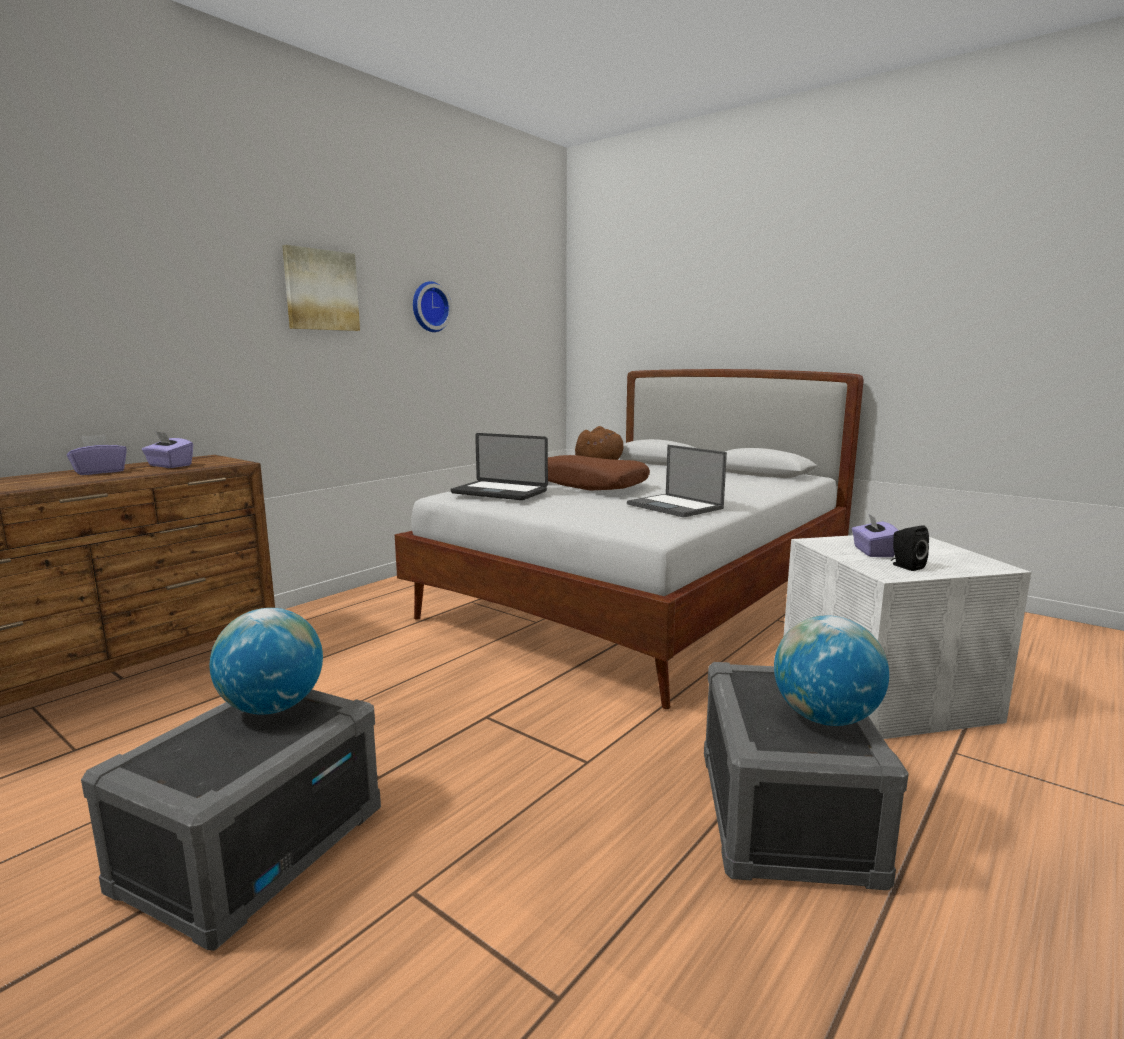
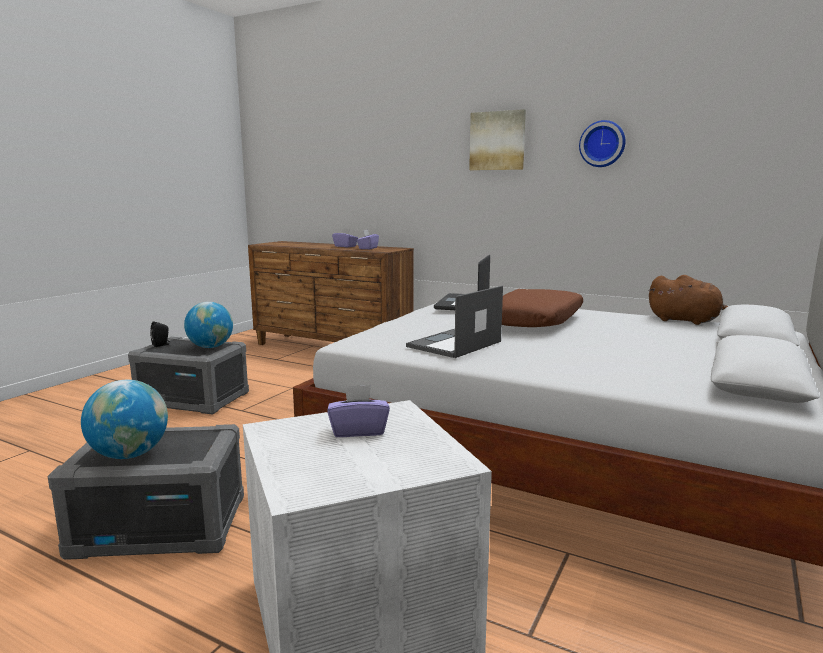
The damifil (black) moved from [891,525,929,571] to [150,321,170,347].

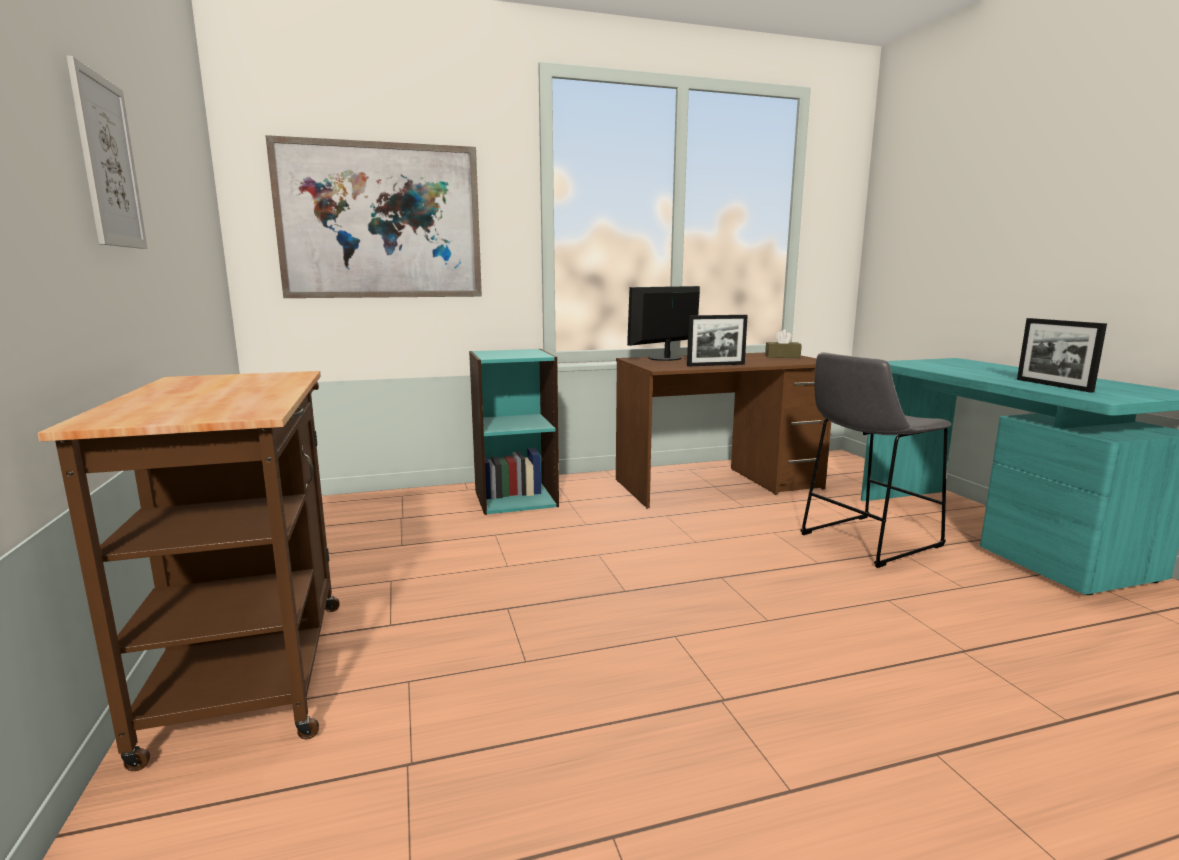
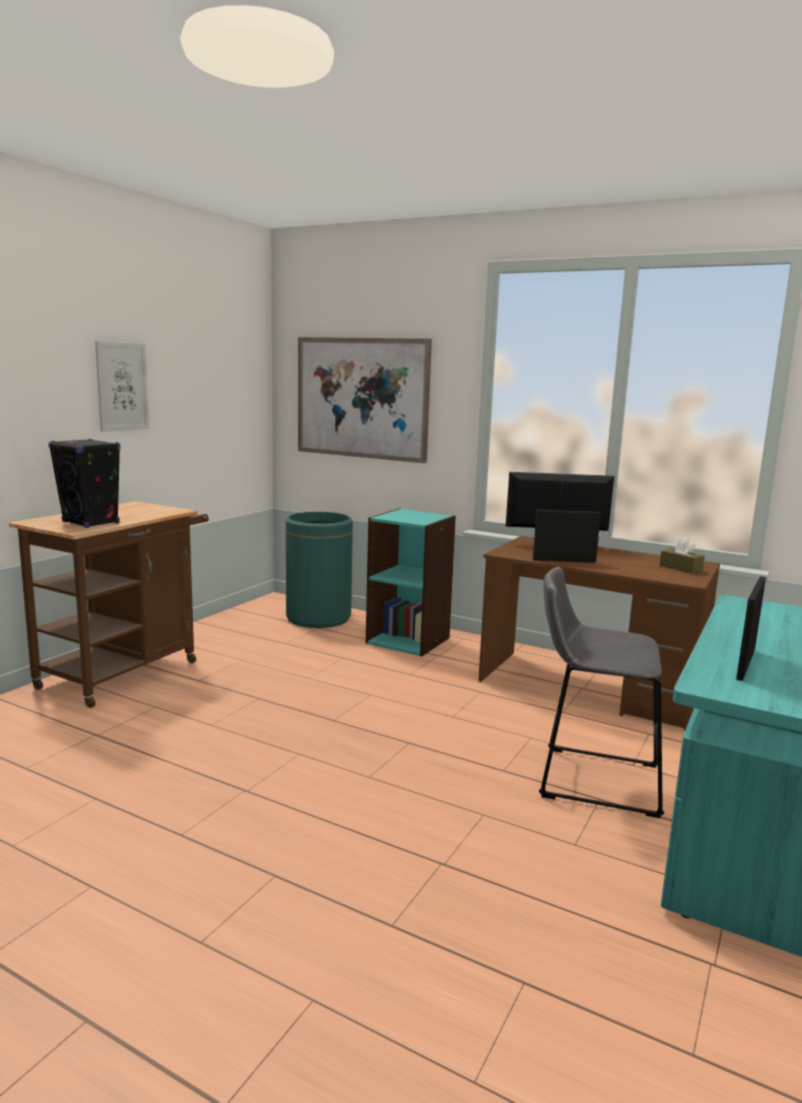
The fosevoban at [687,315,748,366] turned 150 degrees clockwise.
The damifil (black) at [48,439,120,528] appeared.
The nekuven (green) at [286,512,353,628] appeared.

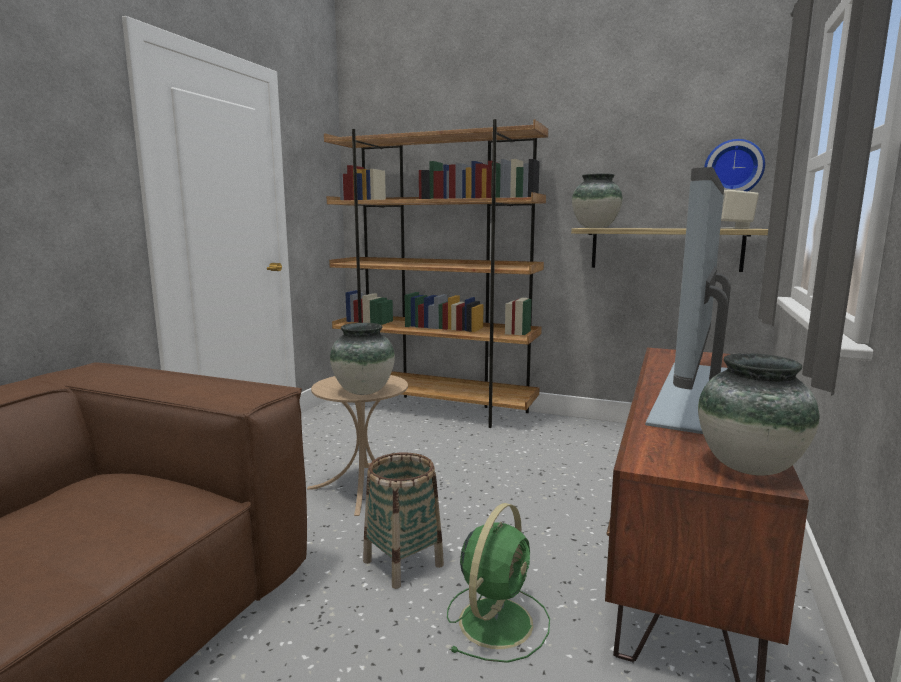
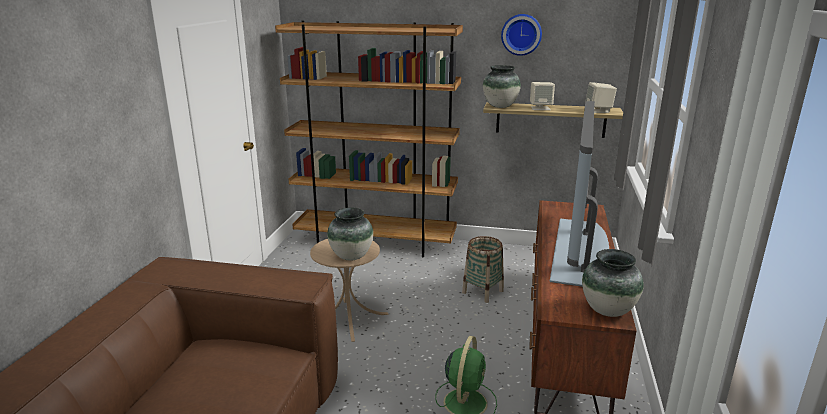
The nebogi moved from [363,453,444,589] to [462,236,504,303].
The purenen moved from [704,139,765,191] to [501,14,542,56].
The damifil (beige) at [530,82,555,110] appeared.

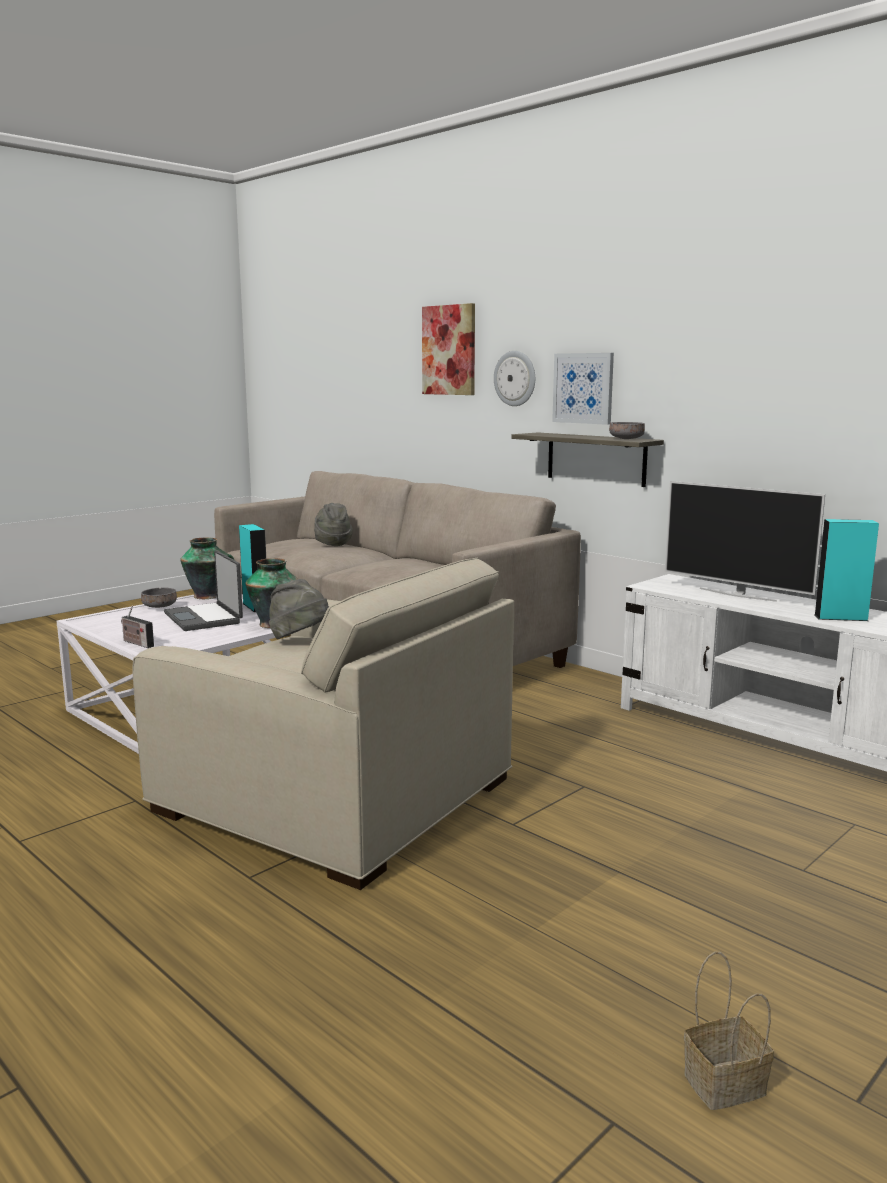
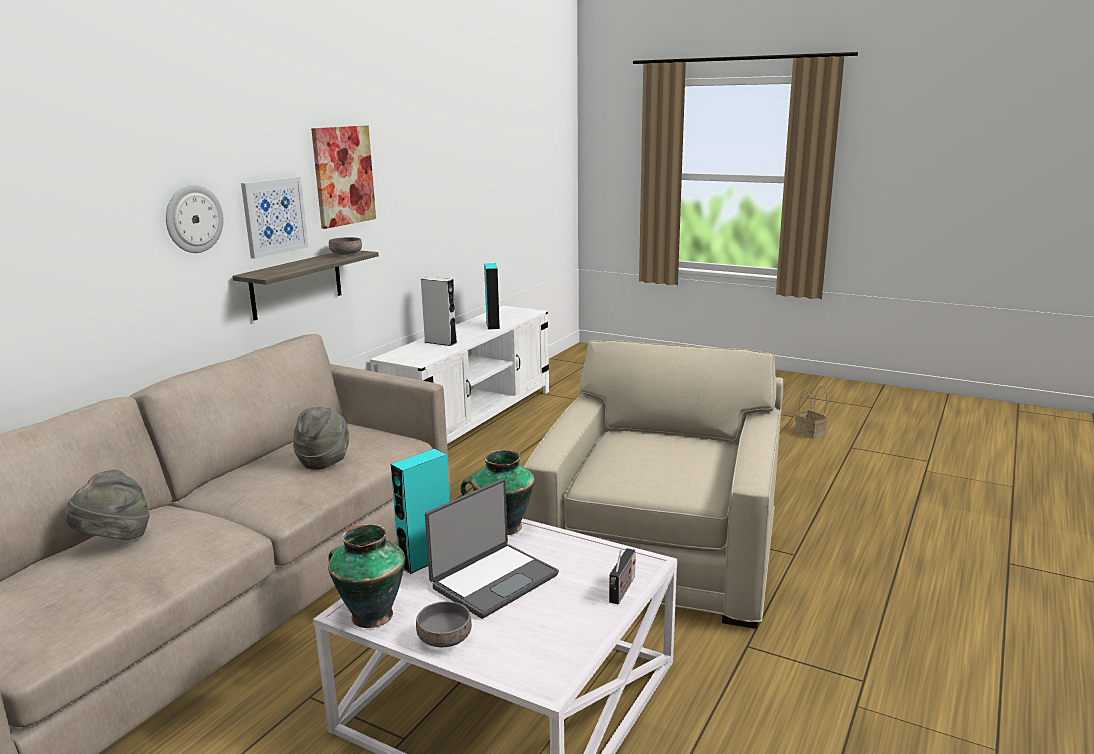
The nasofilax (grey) moved from [269,579,329,639] to [293,407,349,470].
The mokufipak moved from [422,303,475,395] to [311,126,376,229].
The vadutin at [665,481,825,602] was replaced by the damifil (grey) at [421,277,457,346].

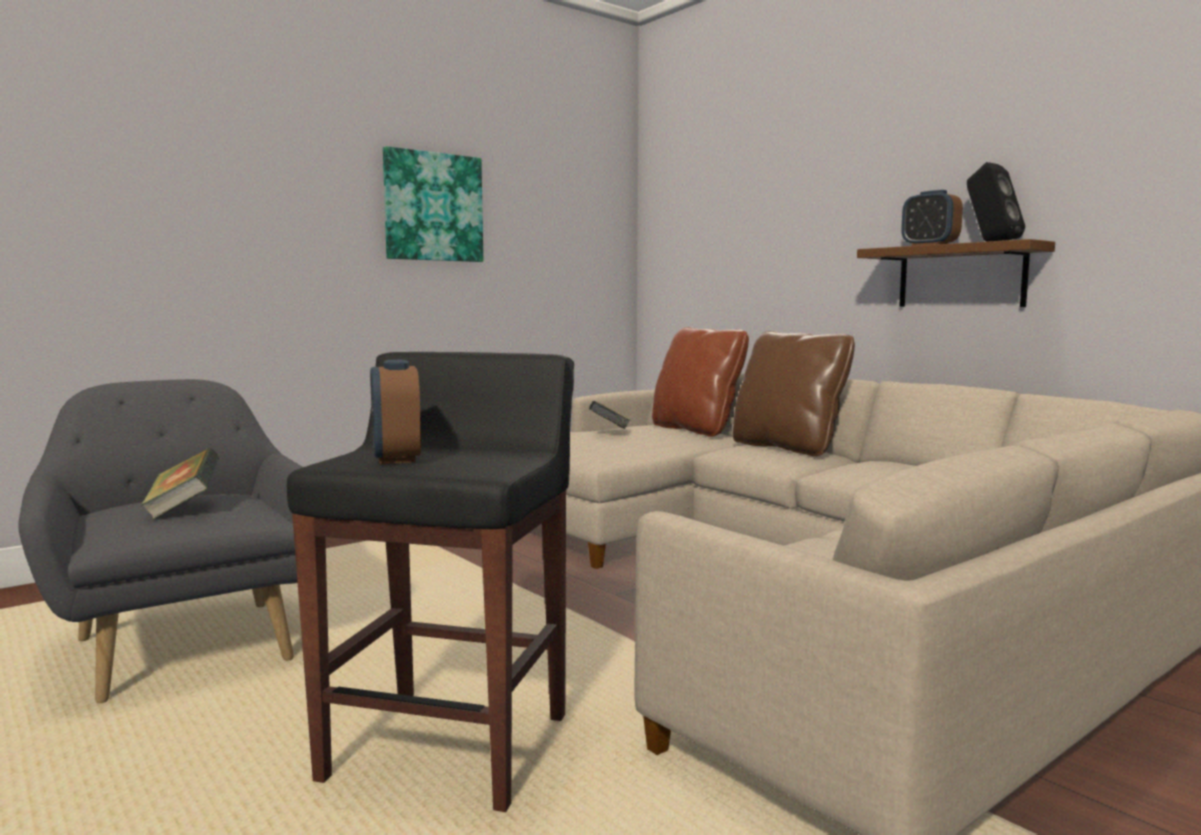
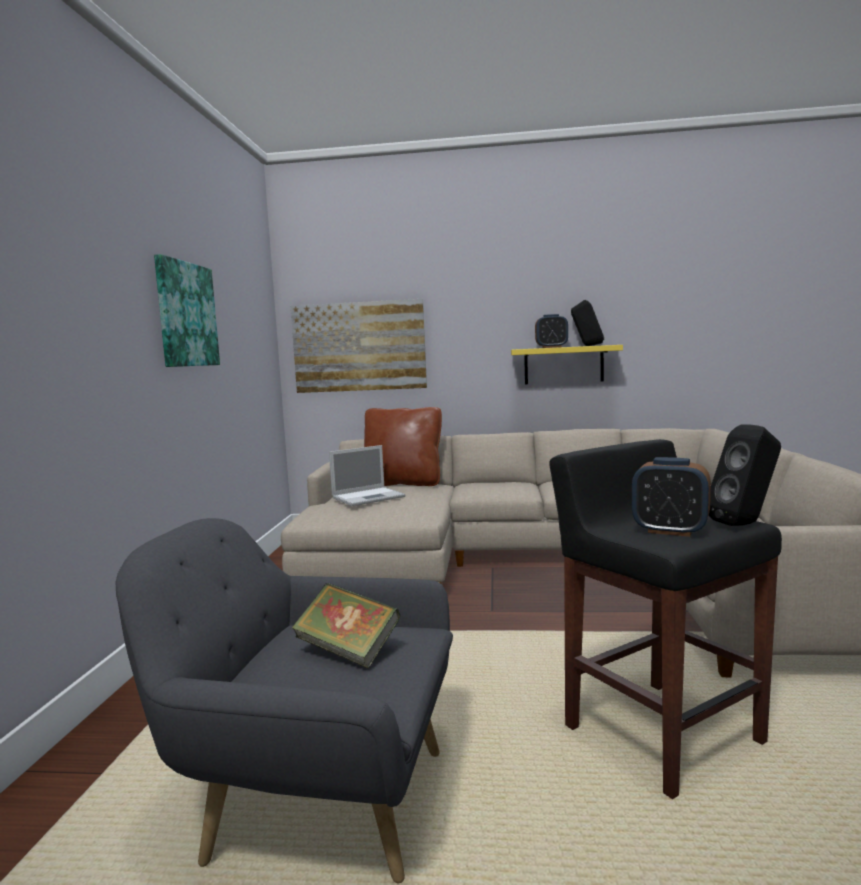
The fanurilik at [589,401,630,429] was replaced by the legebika at [329,445,405,506].
The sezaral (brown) at [733,331,855,456] disappeared.
The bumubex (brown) at [857,239,1055,307] became the bumubex (yellow) at [511,345,623,384].
The mokufipak at [291,299,427,393] appeared.
The damifil (black) at [709,424,781,526] appeared.

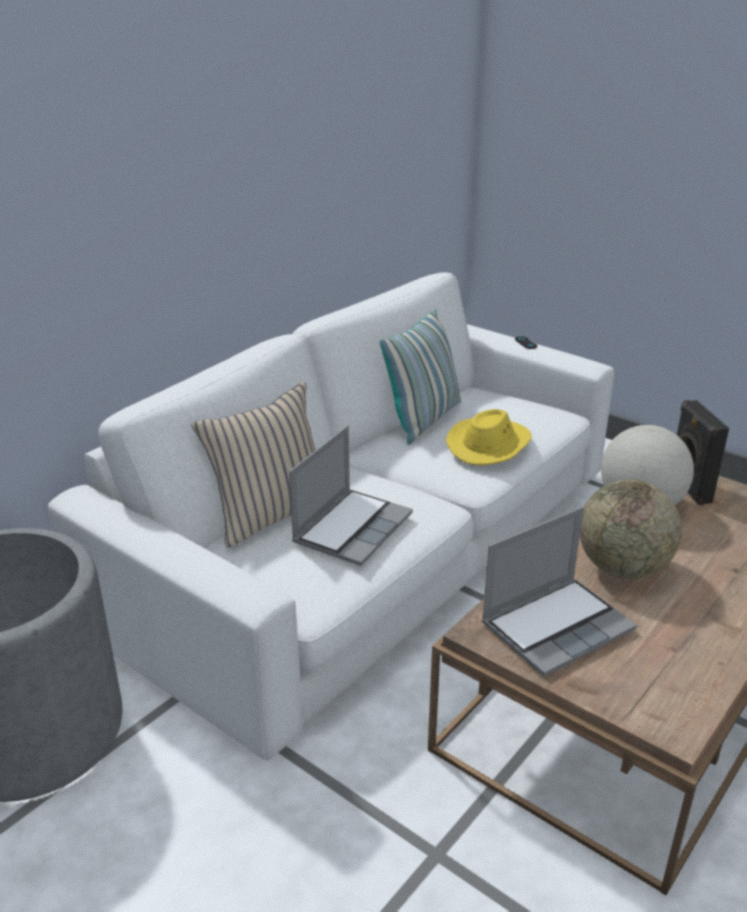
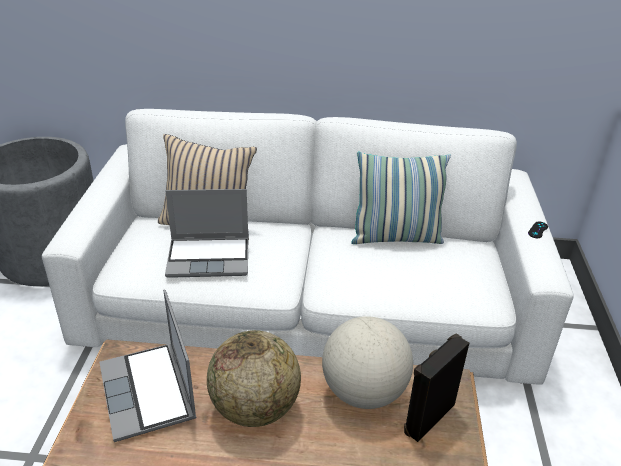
The nasofilax (yellow) at [446,409,531,465] disappeared.
The legebika at [482,507,637,677] turned 45 degrees clockwise.

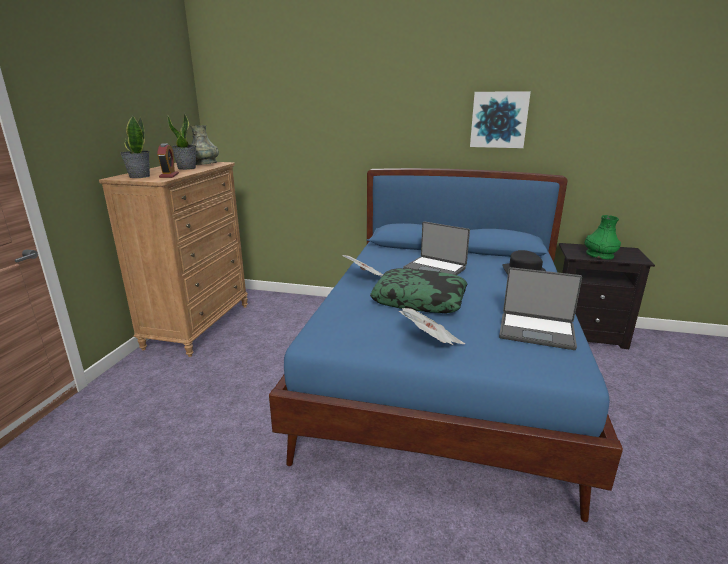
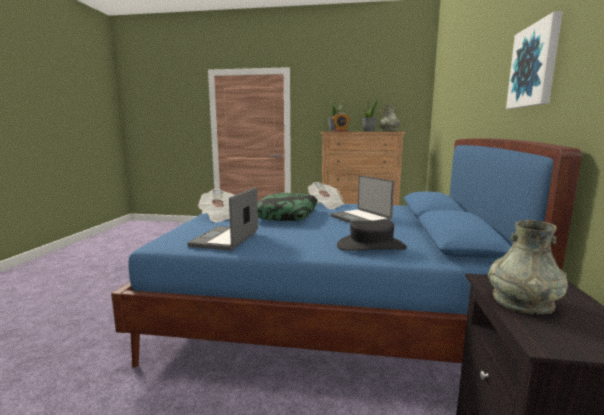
The legebika at [403,221,470,275] turned 60 degrees counterclockwise.
The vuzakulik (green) at [585,215,621,260] became the vuzakulik (grey) at [488,220,568,315].

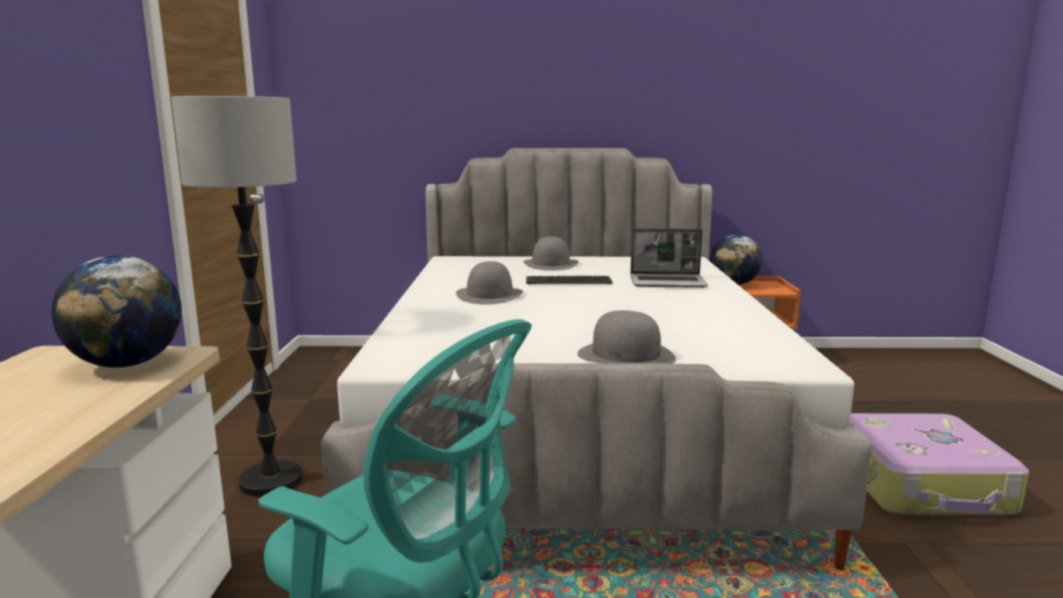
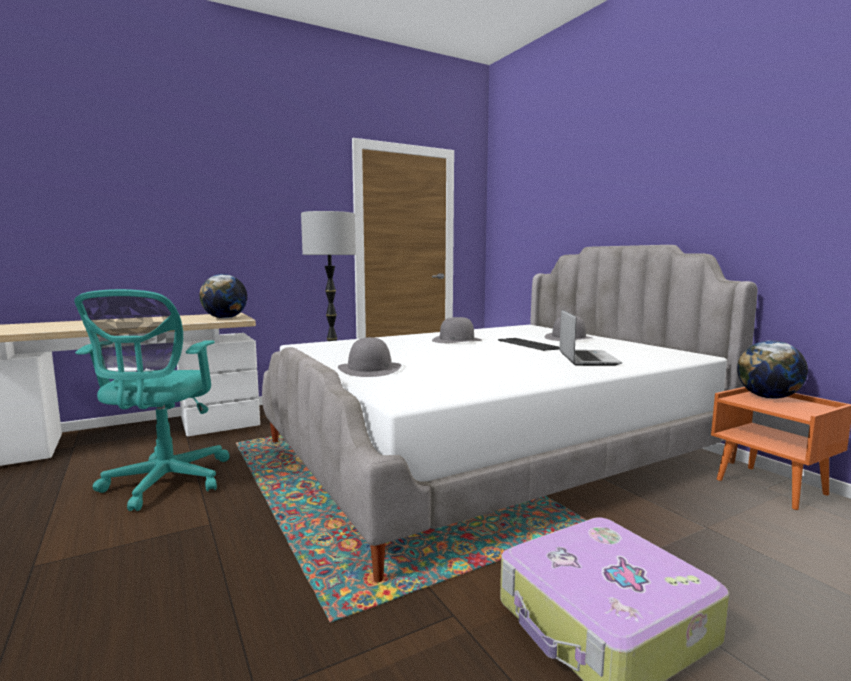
The legebika at [630,229,708,288] turned 150 degrees counterclockwise.

